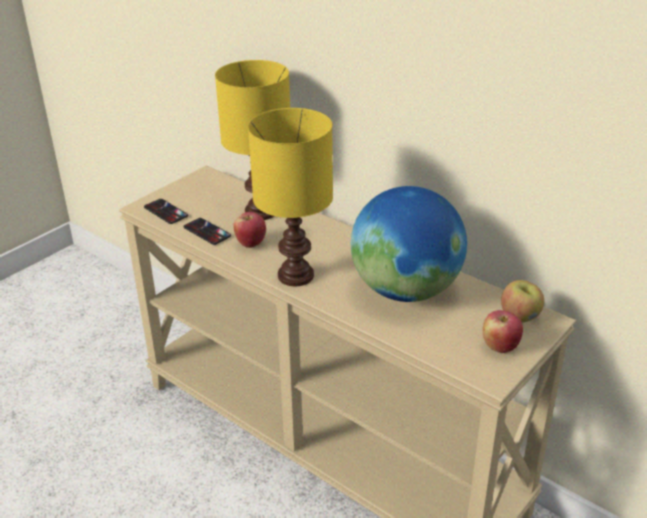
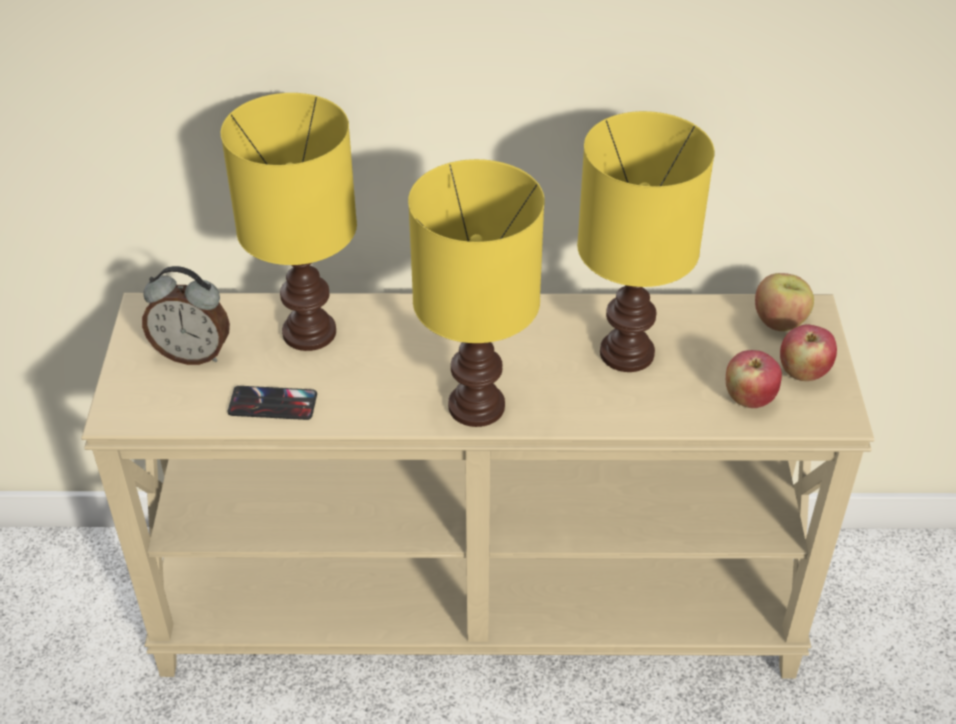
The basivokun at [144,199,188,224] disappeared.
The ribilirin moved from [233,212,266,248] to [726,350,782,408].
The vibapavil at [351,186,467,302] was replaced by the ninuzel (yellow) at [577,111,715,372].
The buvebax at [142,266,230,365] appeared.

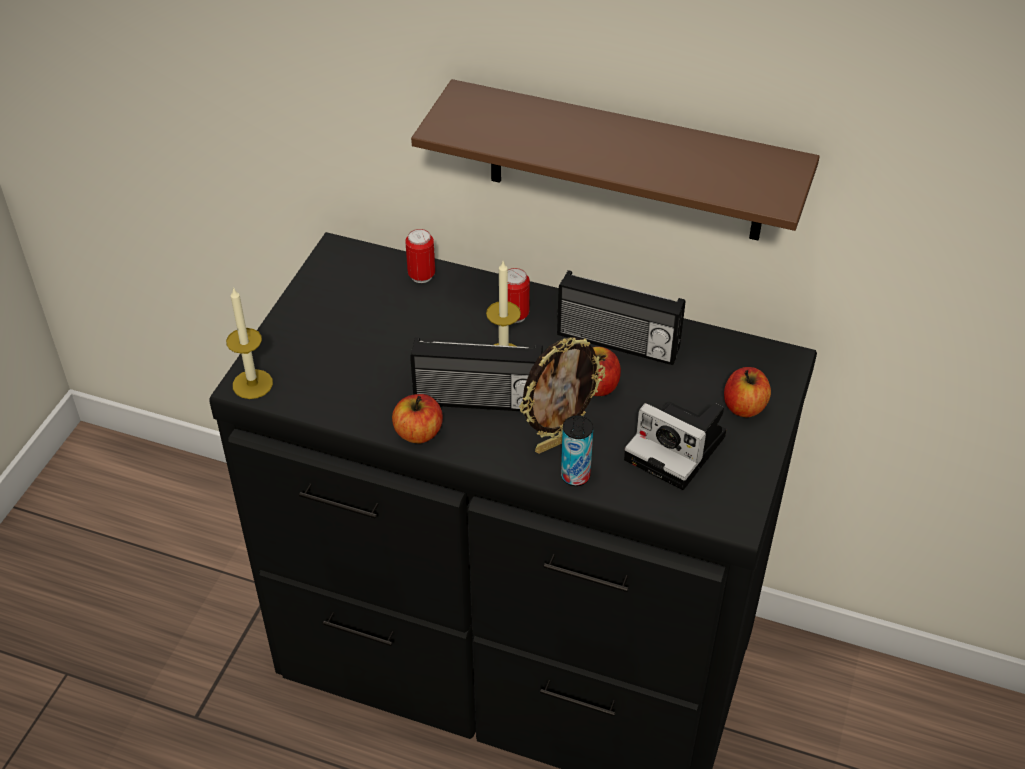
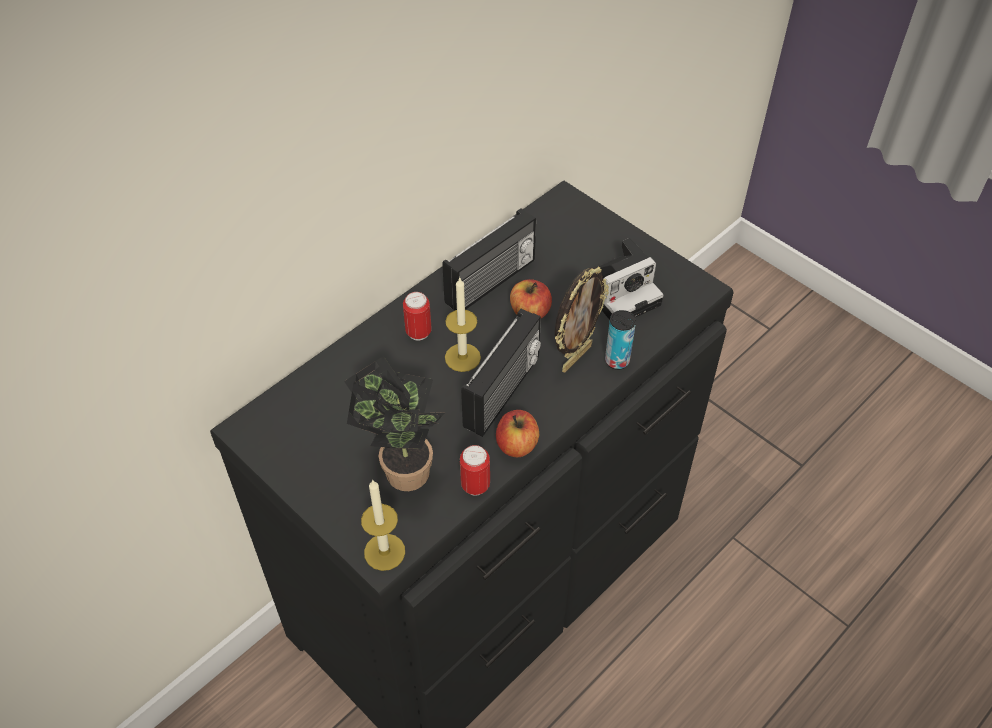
The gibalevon moved from [405,229,435,283] to [460,445,490,496].
The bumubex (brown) at [411,79,820,240] disappeared.
The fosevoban at [519,337,606,454] turned 45 degrees clockwise.
The ribilirin at [724,367,771,417] disappeared.
The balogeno at [344,356,446,491] appeared.

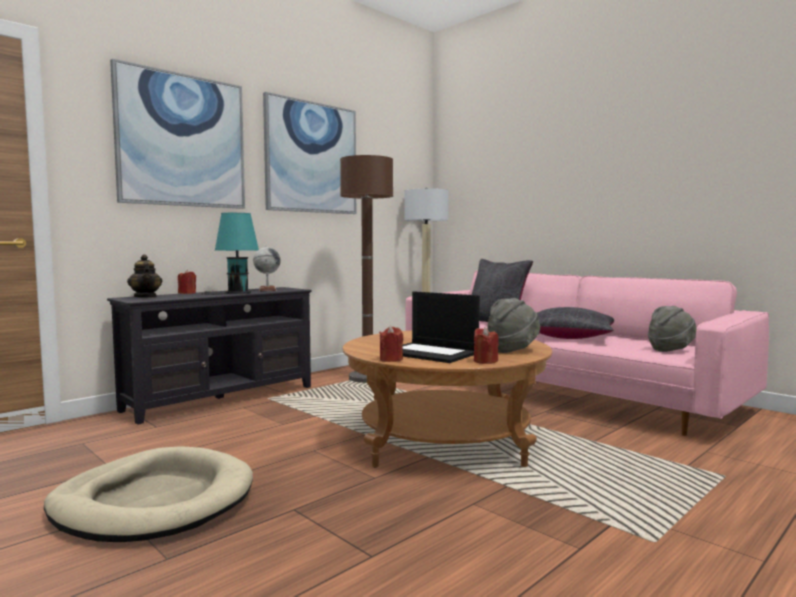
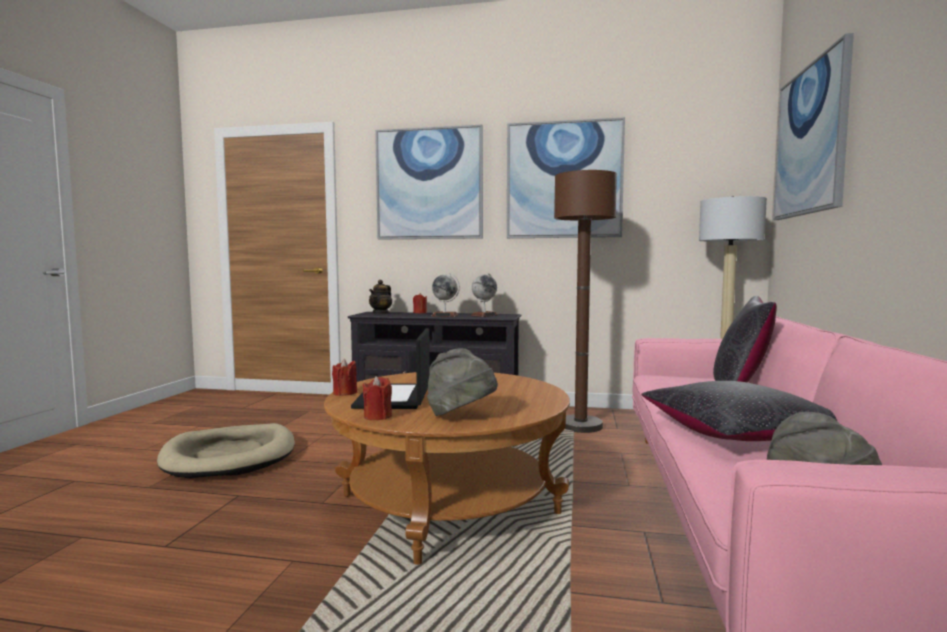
The ninuzel (turquoise) at [201,213,259,295] was replaced by the vibapavil at [432,273,460,317].
The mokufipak at [773,33,854,220] appeared.

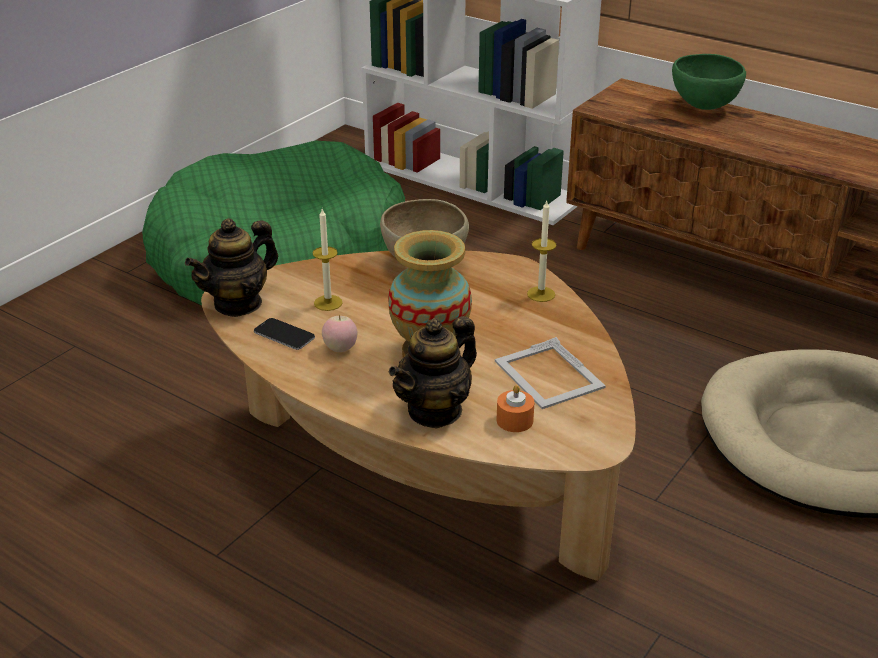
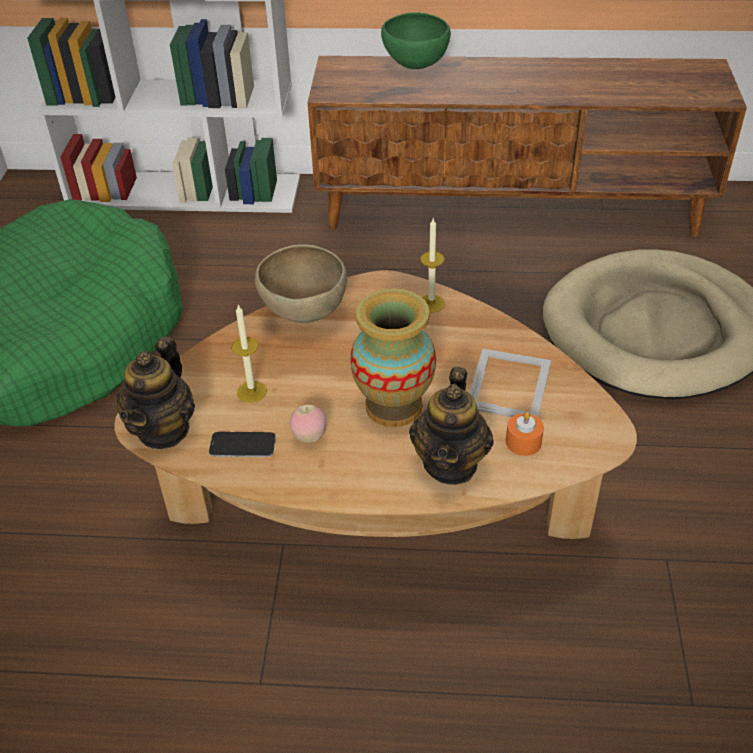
The fosevoban at [495,337,606,409] turned 105 degrees counterclockwise.

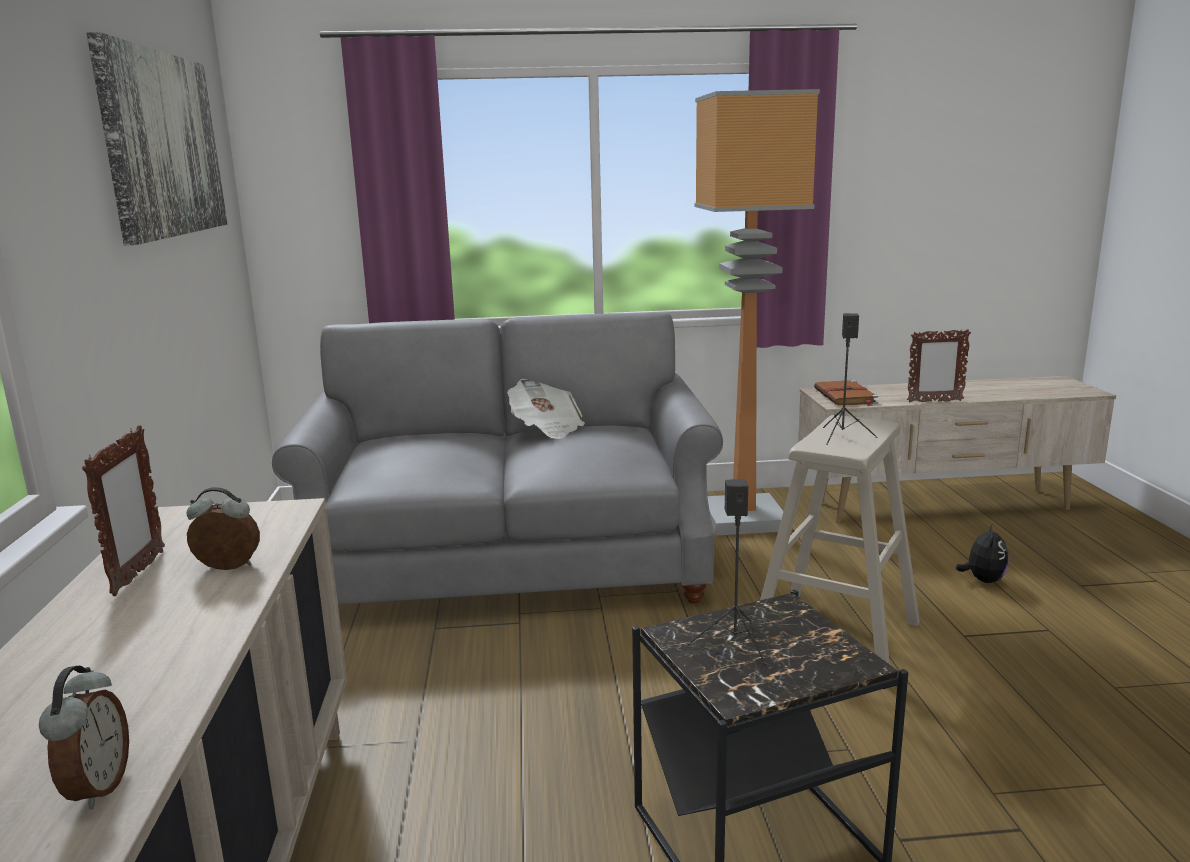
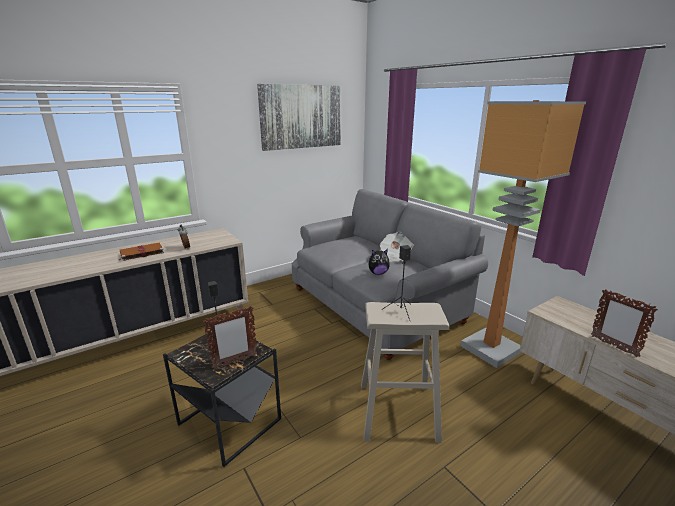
The buvebax at [39,666,129,810] disappeared.
The fosevoban moved from [82,425,165,596] to [203,306,257,369].
The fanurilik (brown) moved from [814,380,878,406] to [118,243,164,261].
The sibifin moved from [956,523,1009,583] to [369,249,390,275].

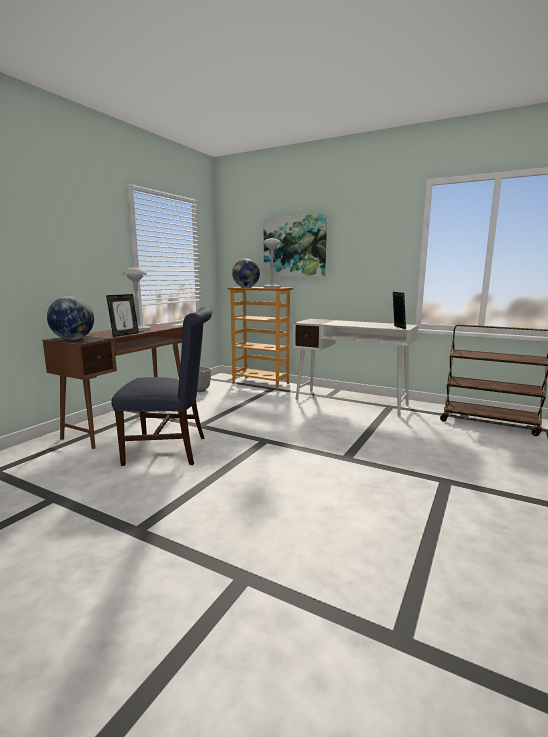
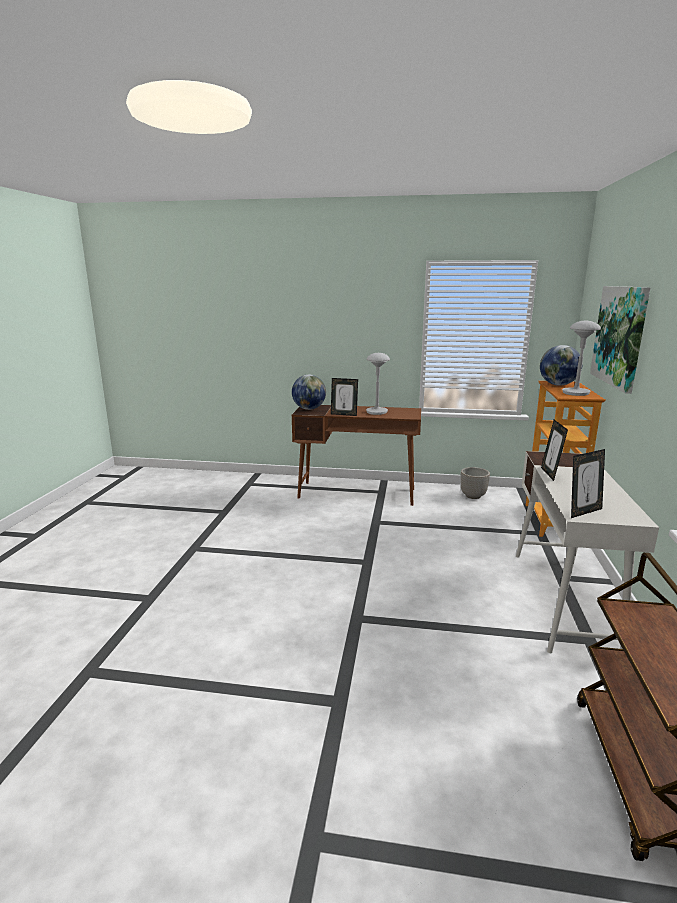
The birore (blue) at [111,307,212,466] disappeared.
The fosevoban at [541,420,568,481] appeared.

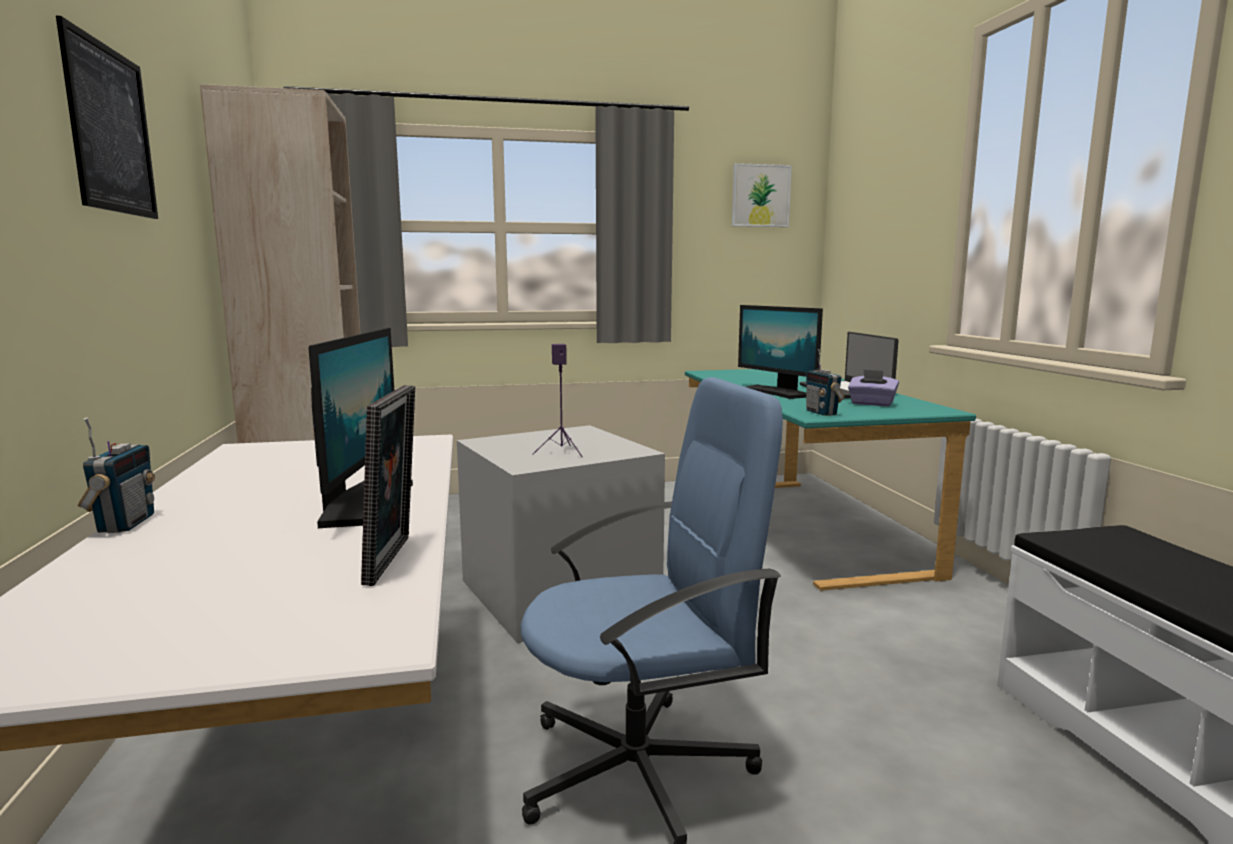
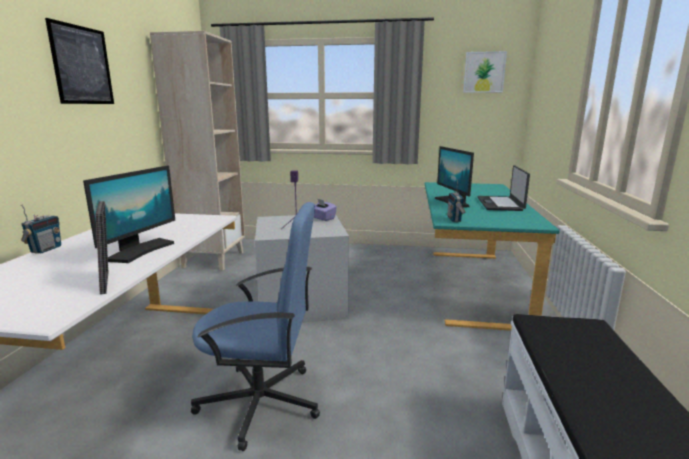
The fosevoban at [361,385,415,586] turned 45 degrees counterclockwise.
The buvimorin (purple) moved from [848,369,899,406] to [314,198,337,221].

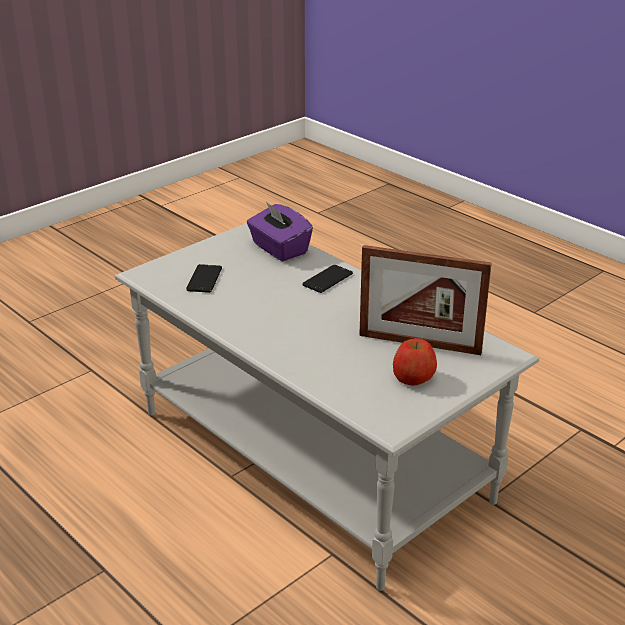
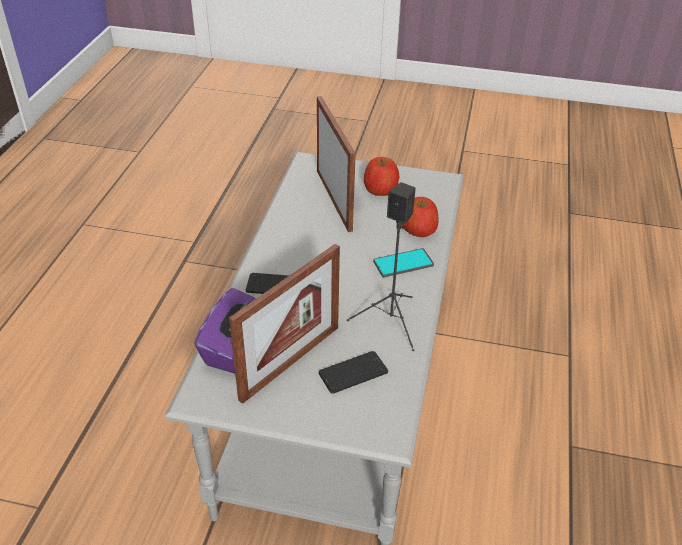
The fosevoban at [229,244,340,404] appeared.
The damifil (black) at [347,182,416,351] appeared.
The basivokun at [373,248,434,278] appeared.
The ribilirin at [402,197,439,237] appeared.

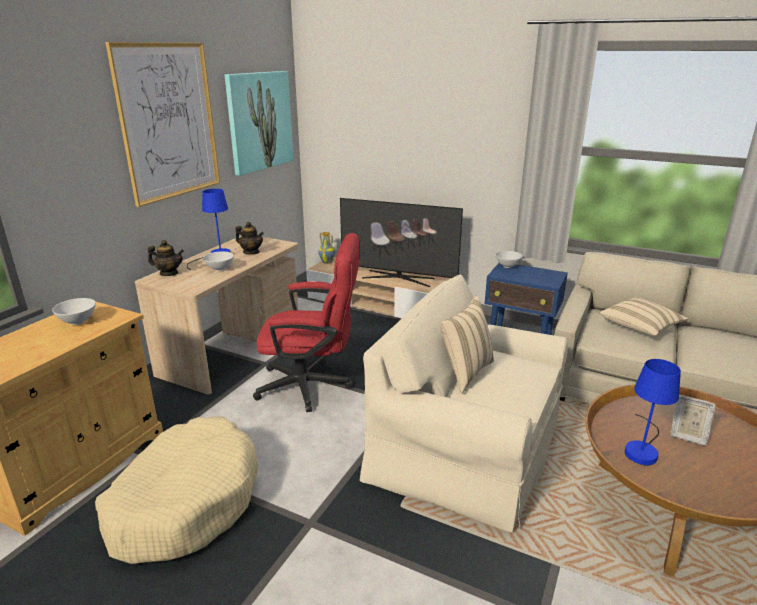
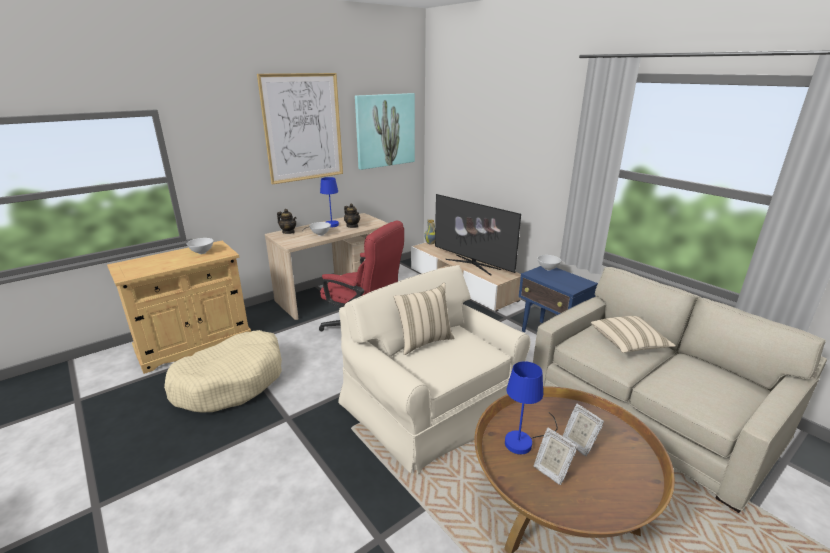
The fosevoban at [534,428,578,485] appeared.

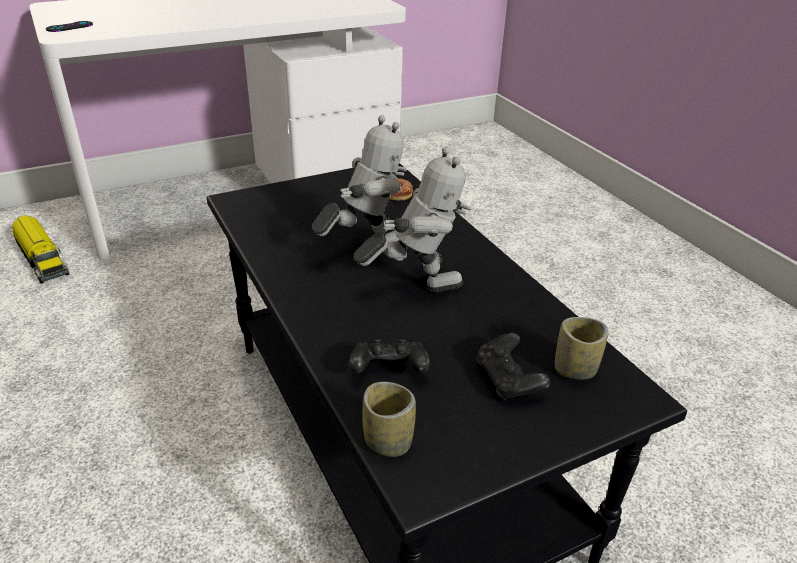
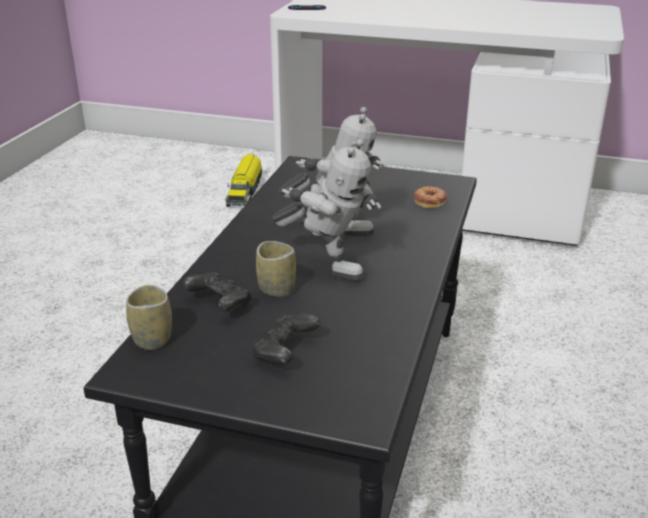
The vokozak moved from [555,317,608,379] to [256,241,296,297].

